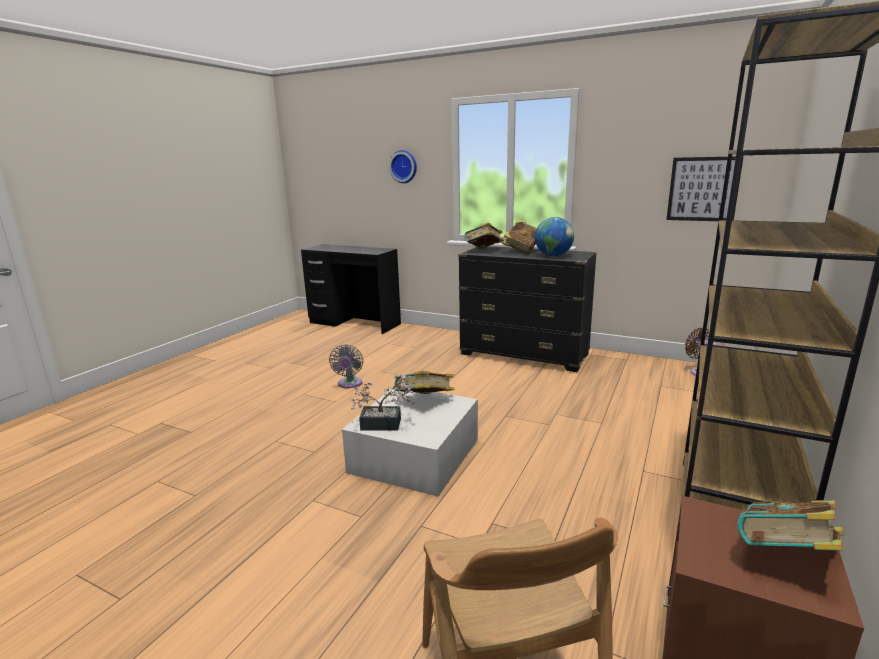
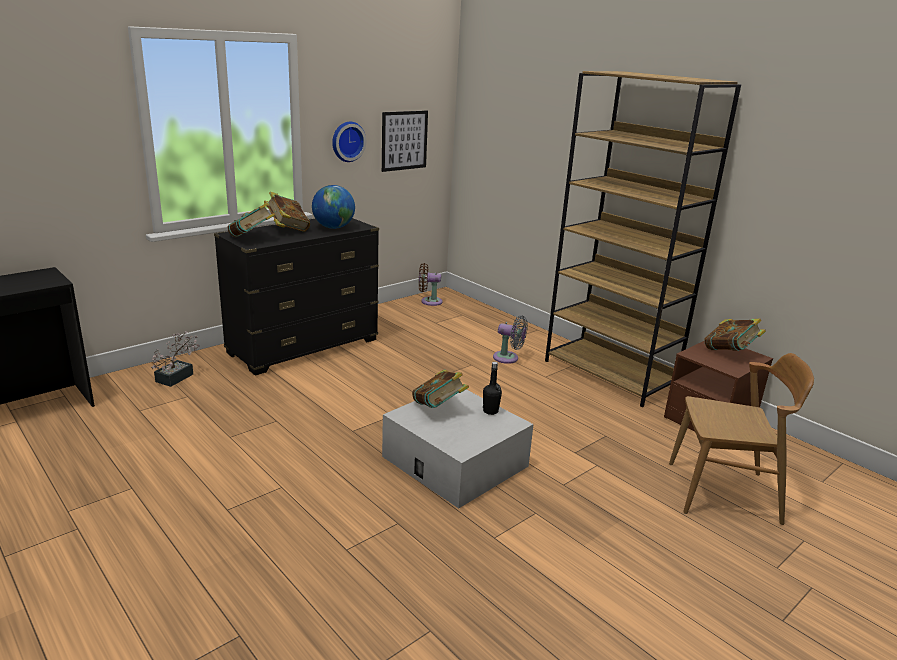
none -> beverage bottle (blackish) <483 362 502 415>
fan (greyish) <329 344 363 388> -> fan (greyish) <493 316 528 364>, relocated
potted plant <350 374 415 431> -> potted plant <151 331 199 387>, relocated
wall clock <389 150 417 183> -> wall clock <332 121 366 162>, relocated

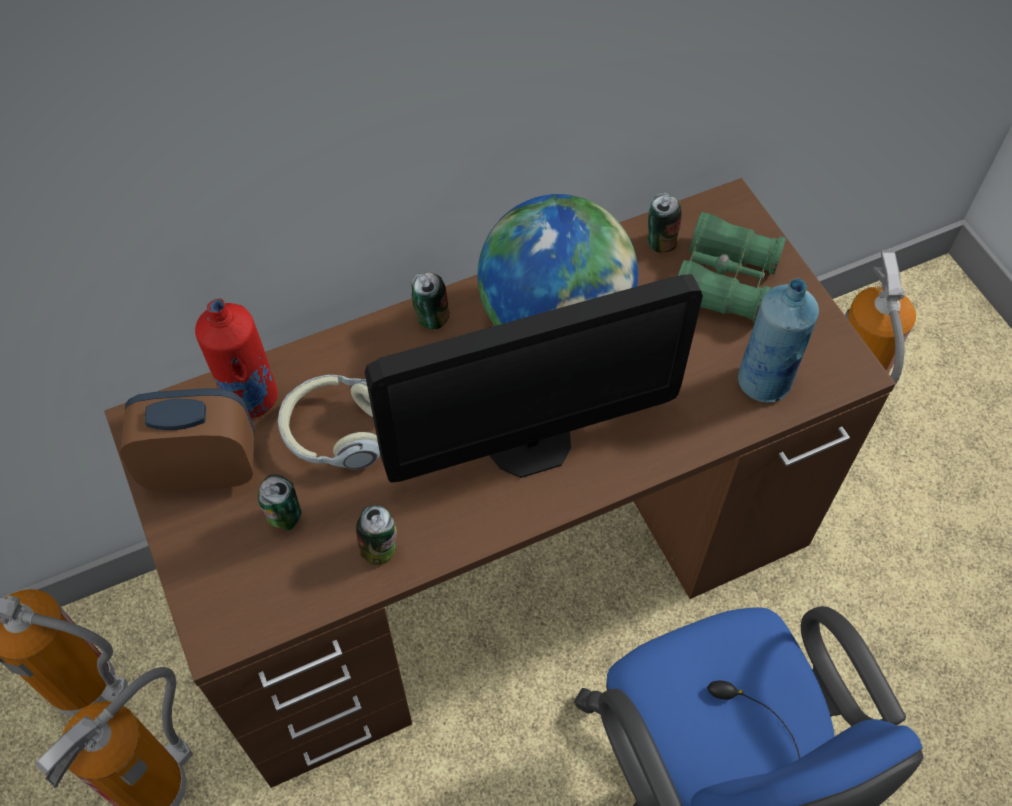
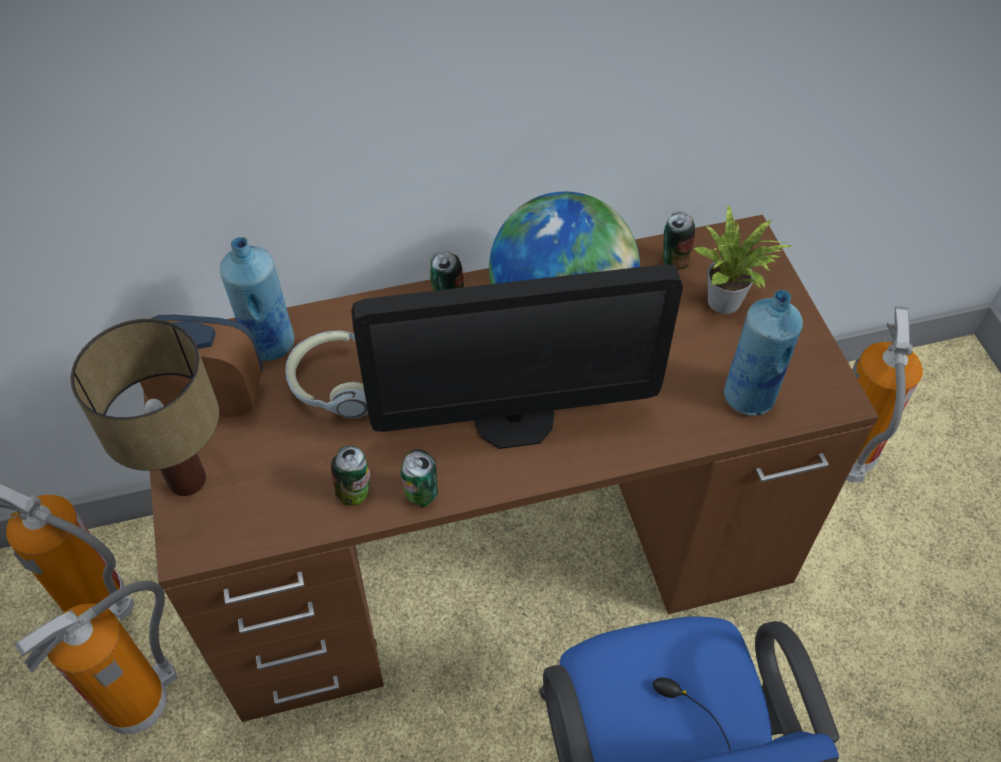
none -> tabletop lamp <71 319 219 496>
metal can <258 474 301 530> -> metal can <401 449 438 507>, relocated
field glasses (green) <678 212 786 324> -> potted plant <693 204 792 314>
beverage bottle (reddish) <195 298 278 418> -> beverage bottle (blue-coloured) <220 237 294 361>

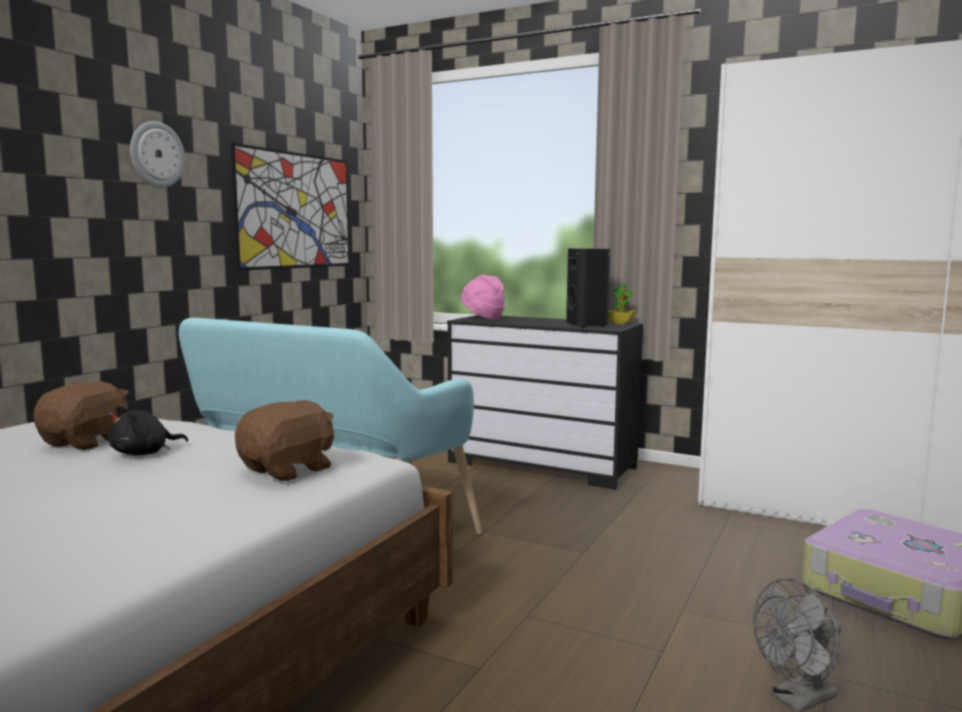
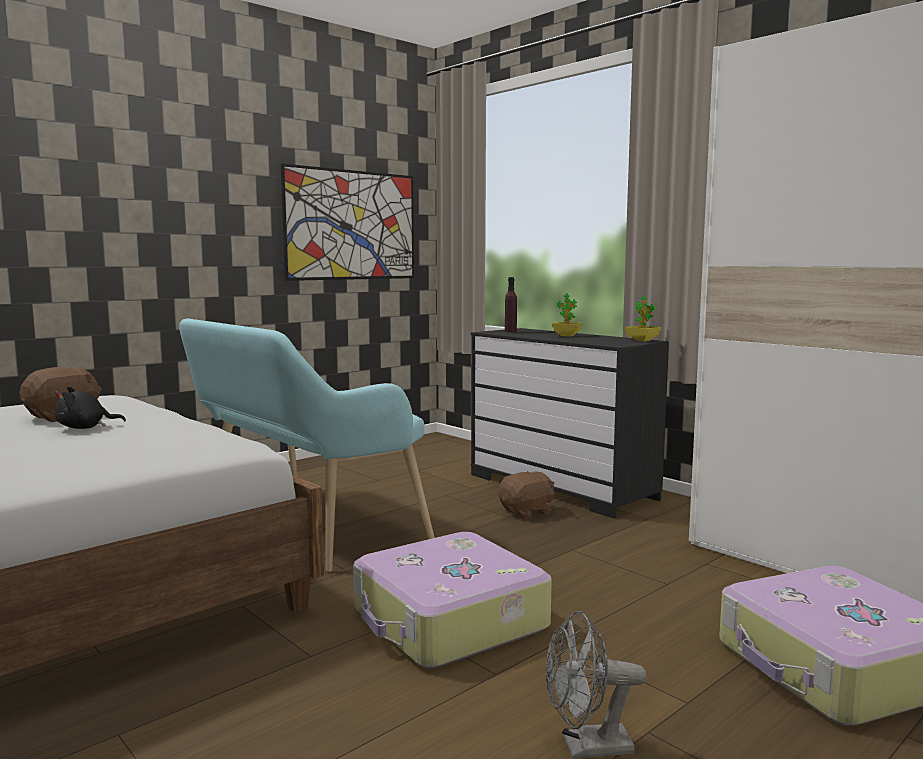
wall clock <130 121 185 188> -> none
speaker (blackish) <566 248 610 328> -> none
none -> travel case <353 532 552 668>
none -> potted plant <552 293 583 337>
soft toy (brown-coloured) <235 400 335 481> -> soft toy (brown-coloured) <499 471 555 519>, relocated
clothing hat (pink) <461 275 505 320> -> beverage bottle (purple) <505 277 517 332>

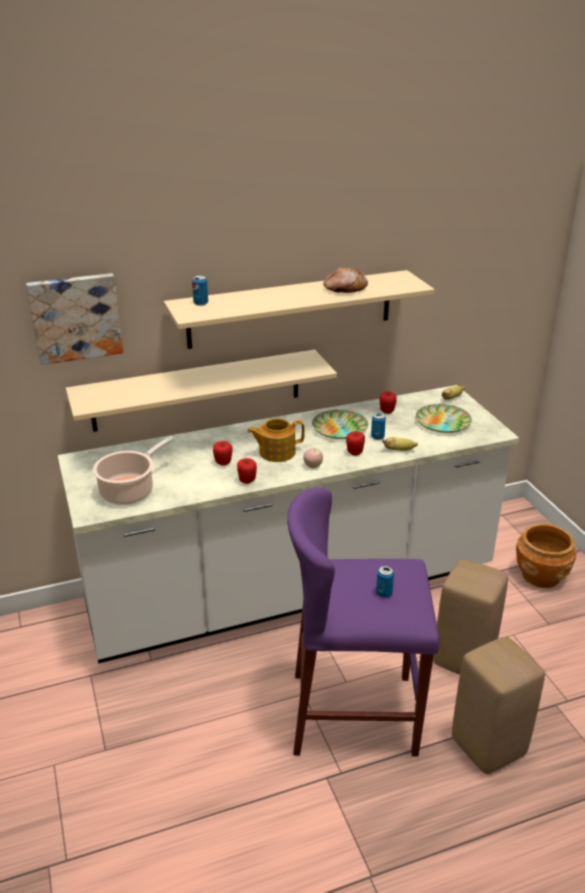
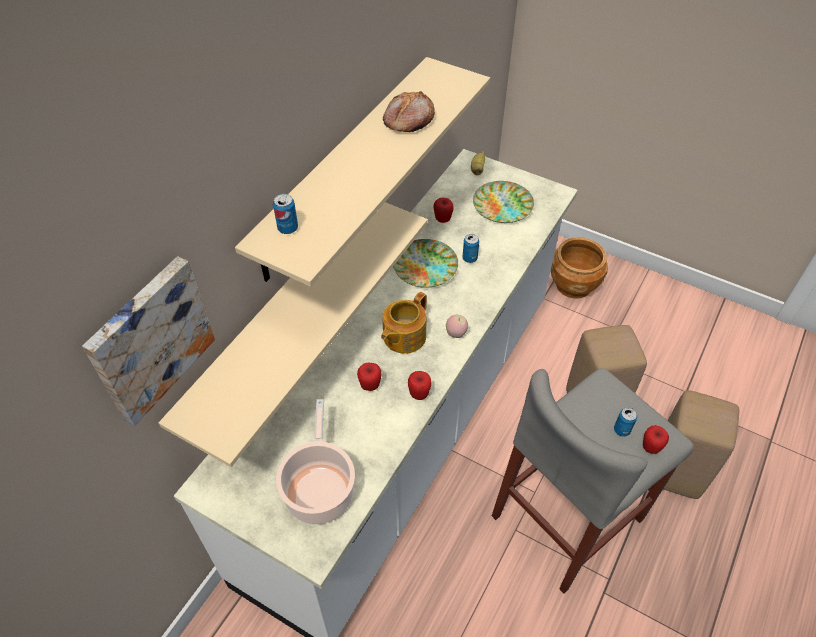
banana <382 437 418 451> -> none
apple <346 431 365 456> -> apple <643 425 669 454>, relocated
stool (purple) <287 487 440 757> -> stool (greyish) <492 368 694 593>

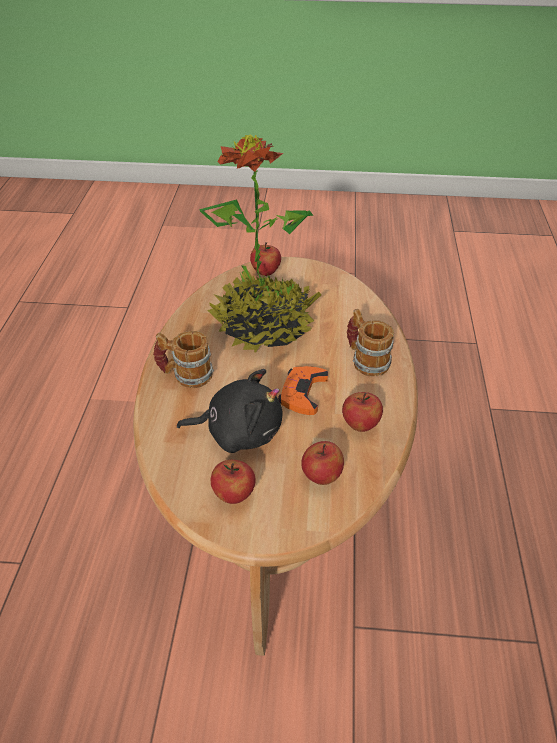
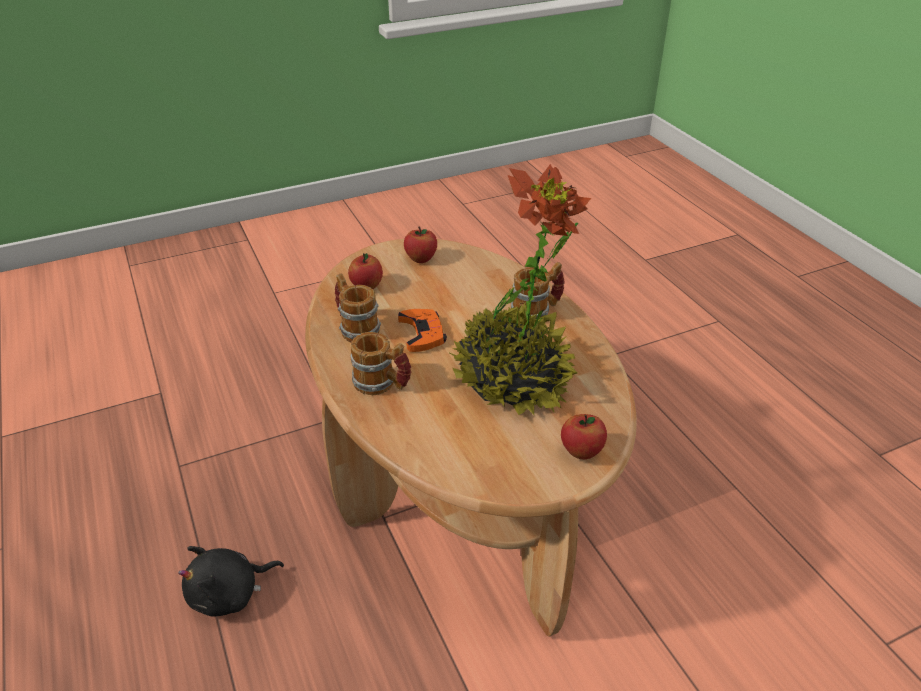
soft toy (blackish) <177 369 283 453> -> soft toy (blackish) <178 546 284 617>, relocated
apple <342 392 383 432> -> mug <335 273 381 342>

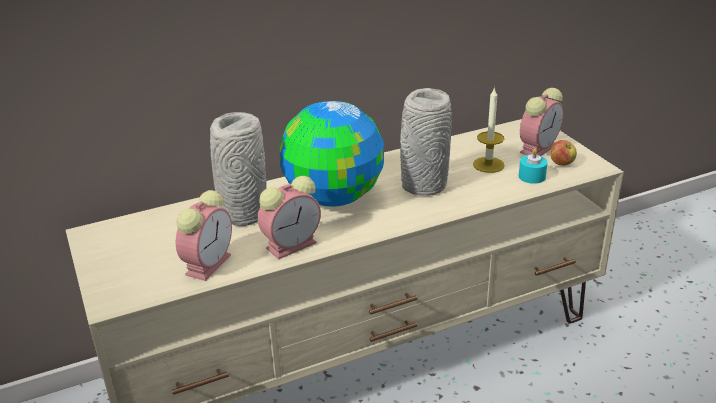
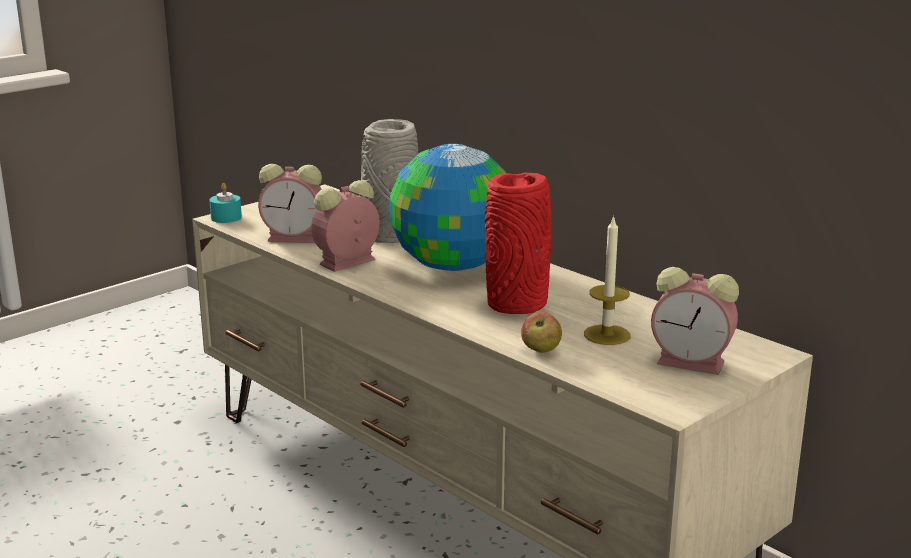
wax light (turquoise-coloured) <519 148 548 184> -> wax light (turquoise-coloured) <209 183 242 223>, relocated
apple <550 140 577 166> -> apple <521 312 562 353>, relocated
flower vase (greyish) <400 88 452 196> -> flower vase (reddish) <485 173 552 314>
alarm clock <258 176 321 260> -> alarm clock <311 180 380 272>, 105 degrees clockwise

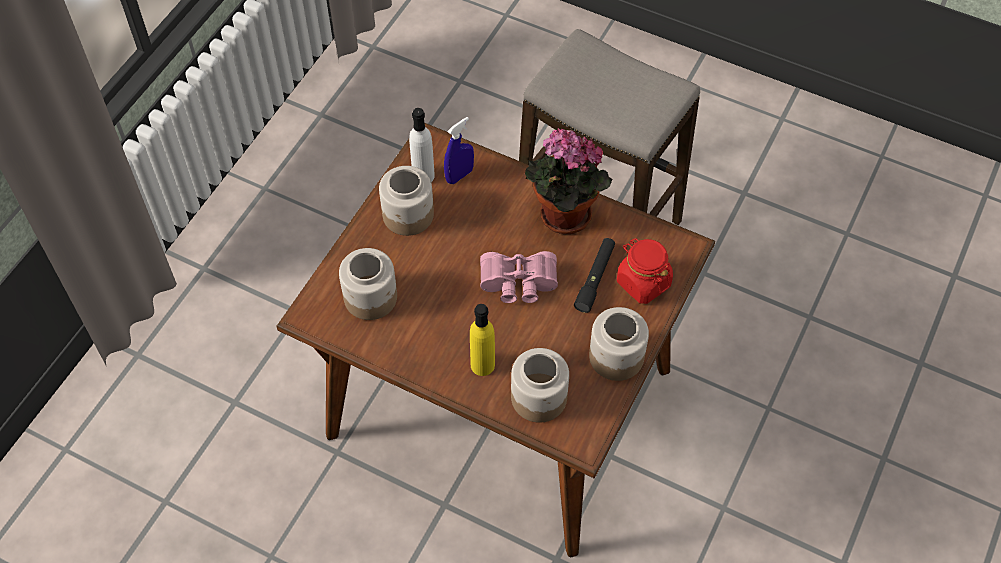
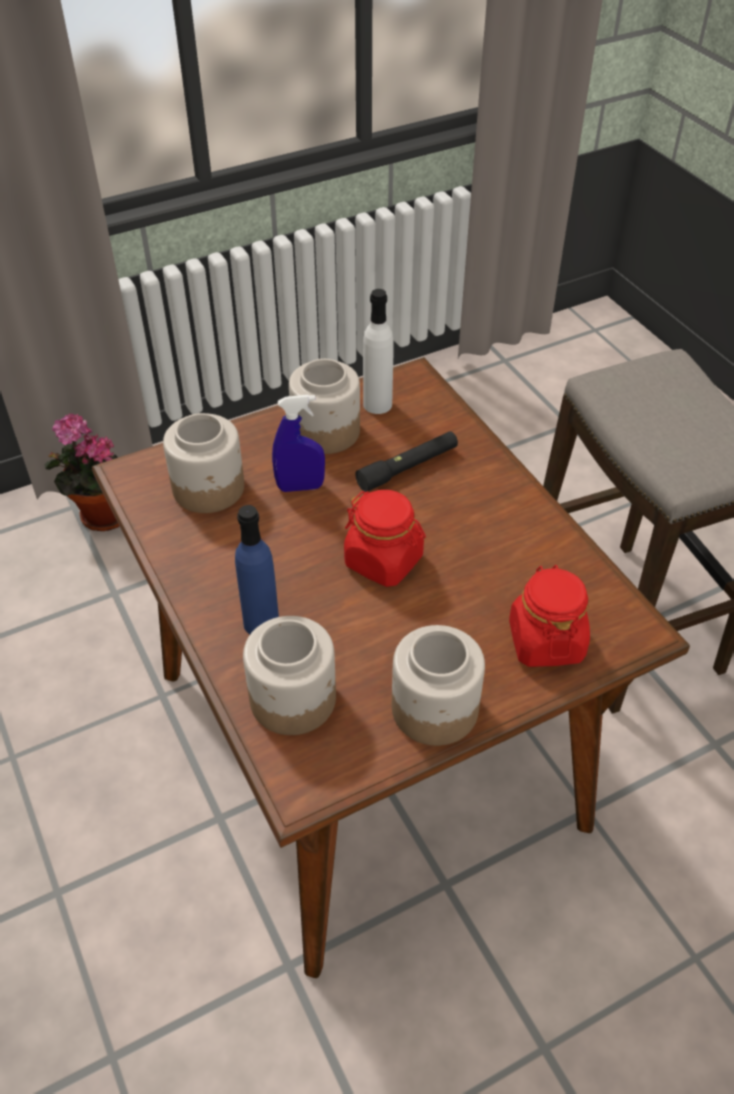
sprayer (blue-coloured) <444 117 474 184> -> sprayer (blue-coloured) <272 395 325 492>, relocated
potted plant <525 128 613 234> -> potted plant <44 413 119 531>, relocated
flashlight (blackish) <574 238 615 313> -> flashlight (blackish) <355 431 458 492>, relocated
field glasses (pink) <480 251 558 303> -> storage jar (reddish) <344 490 426 587>
beverage bottle (yellow-coloured) <470 304 495 376> -> beverage bottle (blue-coloured) <235 505 279 634>

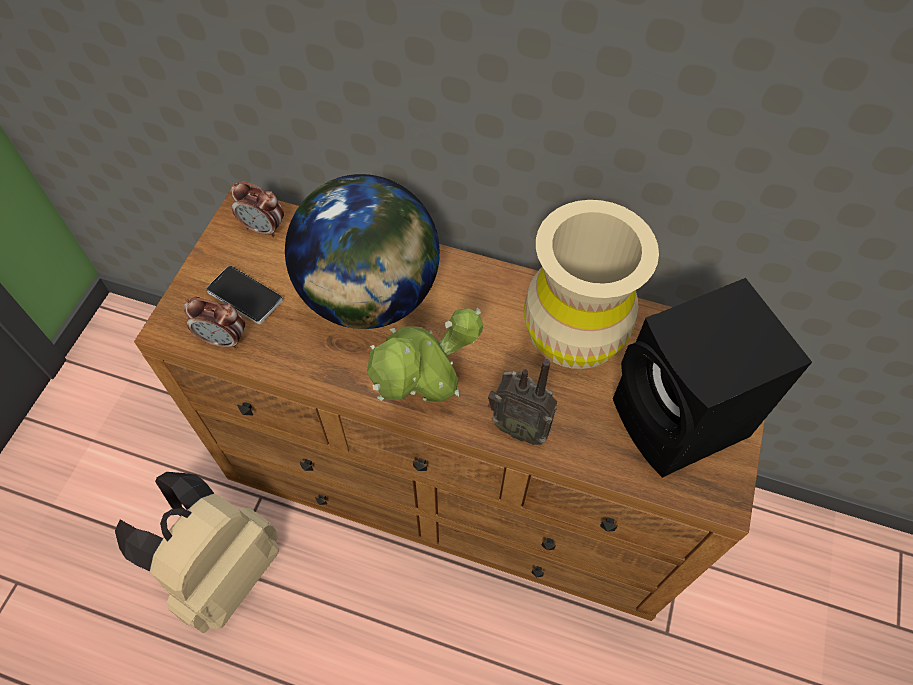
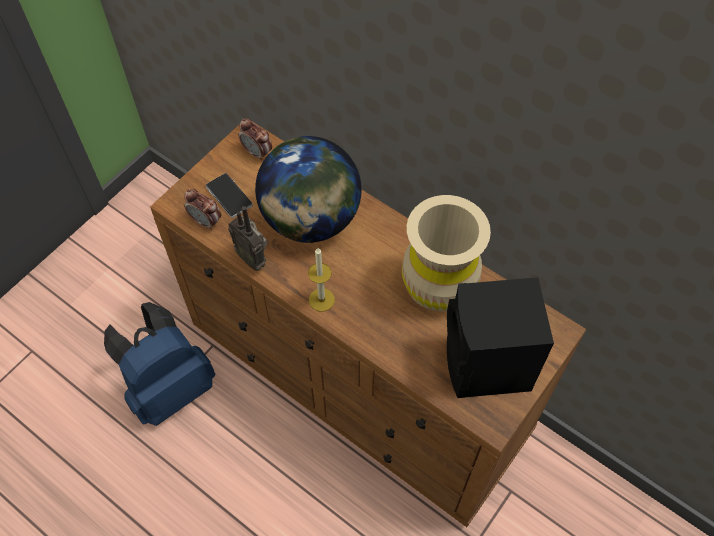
radio receiver <488 360 557 445> -> radio receiver <228 206 268 271>, relocated
potted plant <367 307 483 402> -> wax light <308 248 335 311>
knapsack (beige-coloured) <115 472 279 633> -> knapsack (blue-coloured) <104 302 215 426>

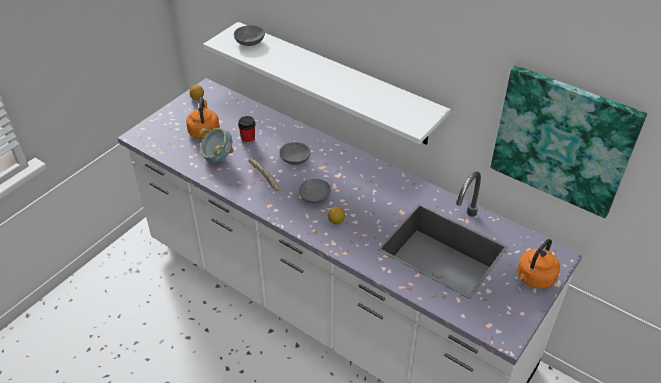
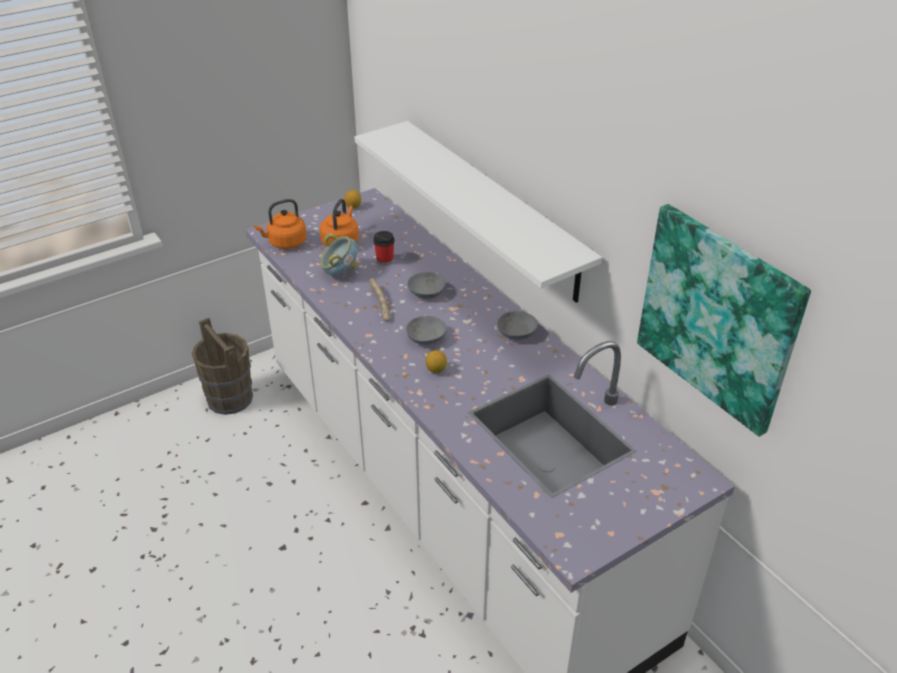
none -> bucket (brown-coloured) <192 318 253 415>
bowl (greyish) <234 25 265 46> -> bowl (greyish) <497 311 538 340>, relocated
water kettle (orange-coloured) <517 239 560 289> -> water kettle (orange-coloured) <254 199 307 249>, relocated

